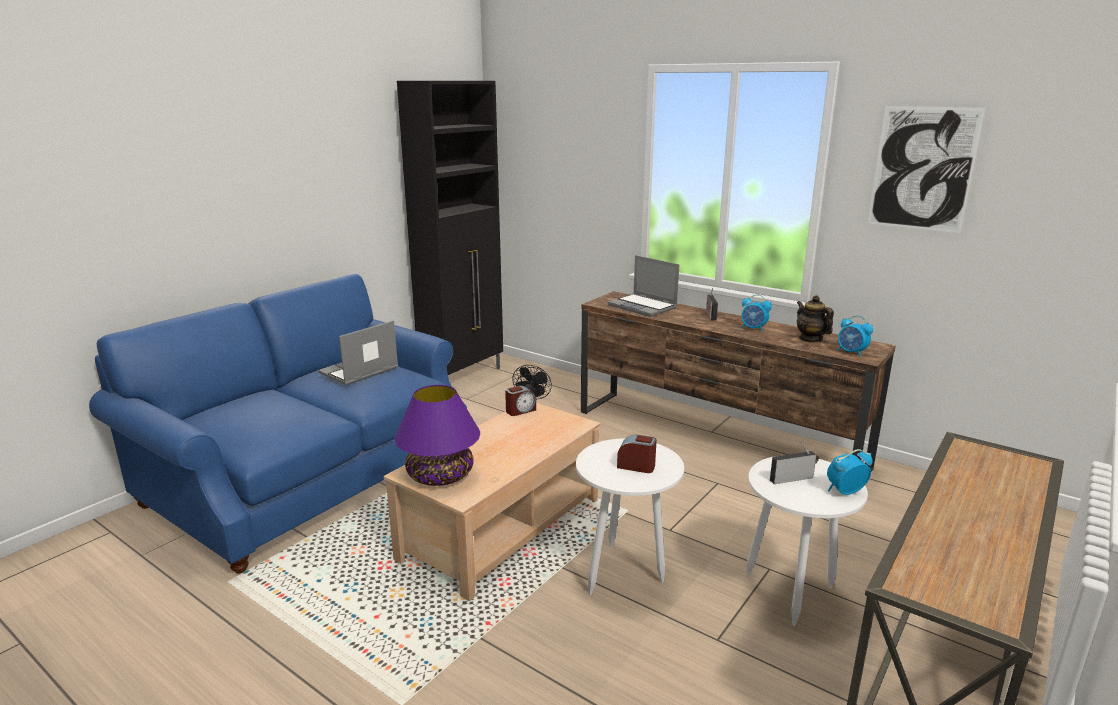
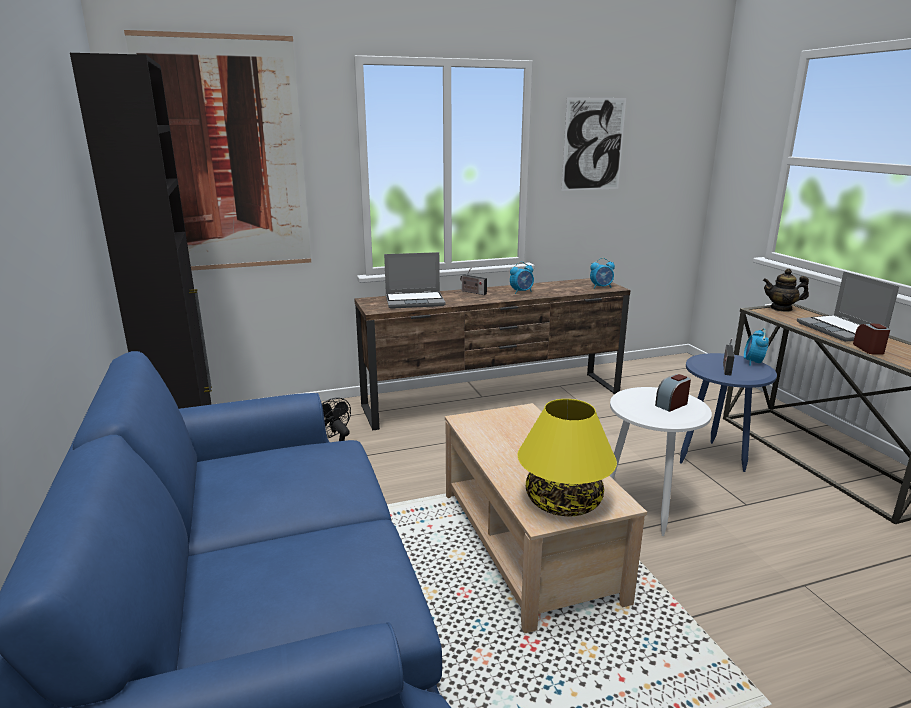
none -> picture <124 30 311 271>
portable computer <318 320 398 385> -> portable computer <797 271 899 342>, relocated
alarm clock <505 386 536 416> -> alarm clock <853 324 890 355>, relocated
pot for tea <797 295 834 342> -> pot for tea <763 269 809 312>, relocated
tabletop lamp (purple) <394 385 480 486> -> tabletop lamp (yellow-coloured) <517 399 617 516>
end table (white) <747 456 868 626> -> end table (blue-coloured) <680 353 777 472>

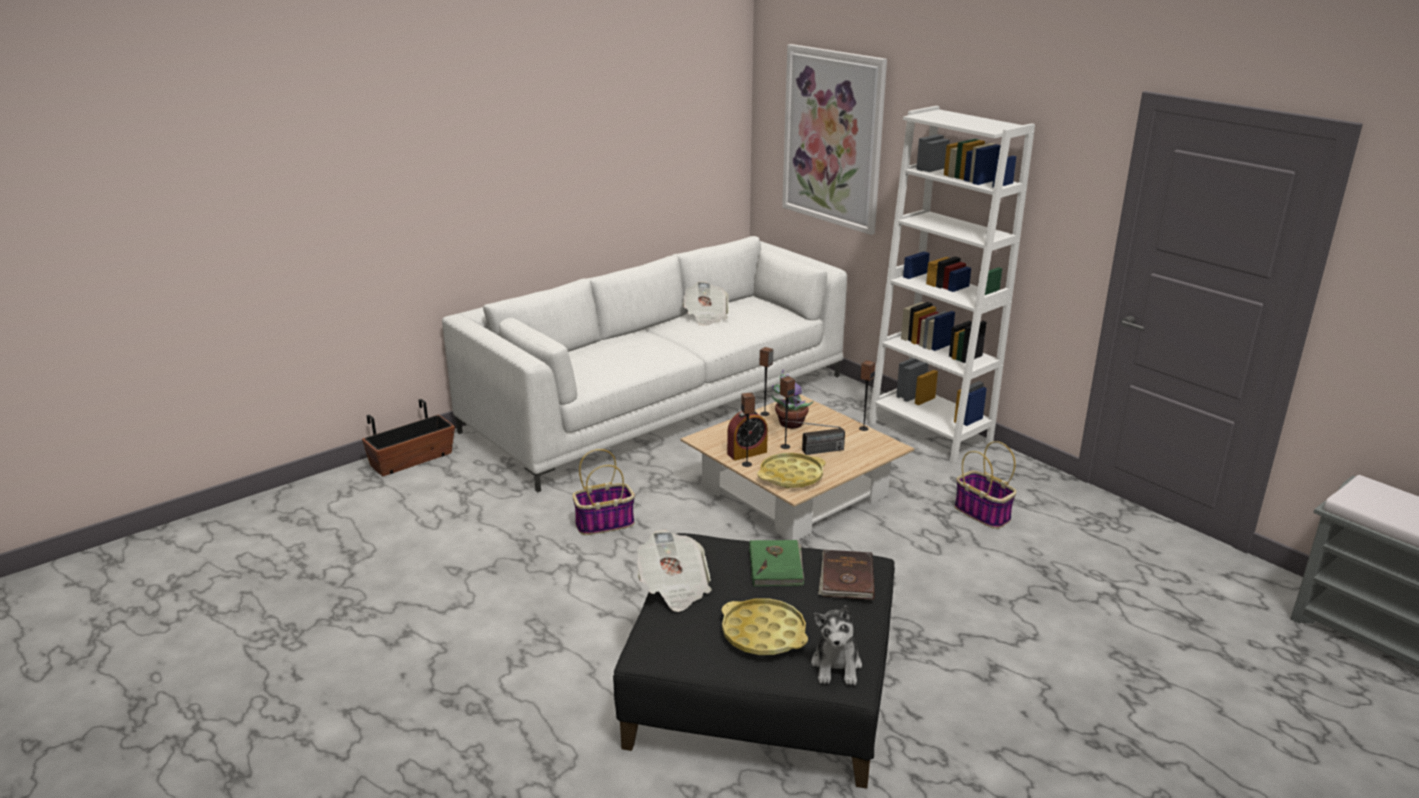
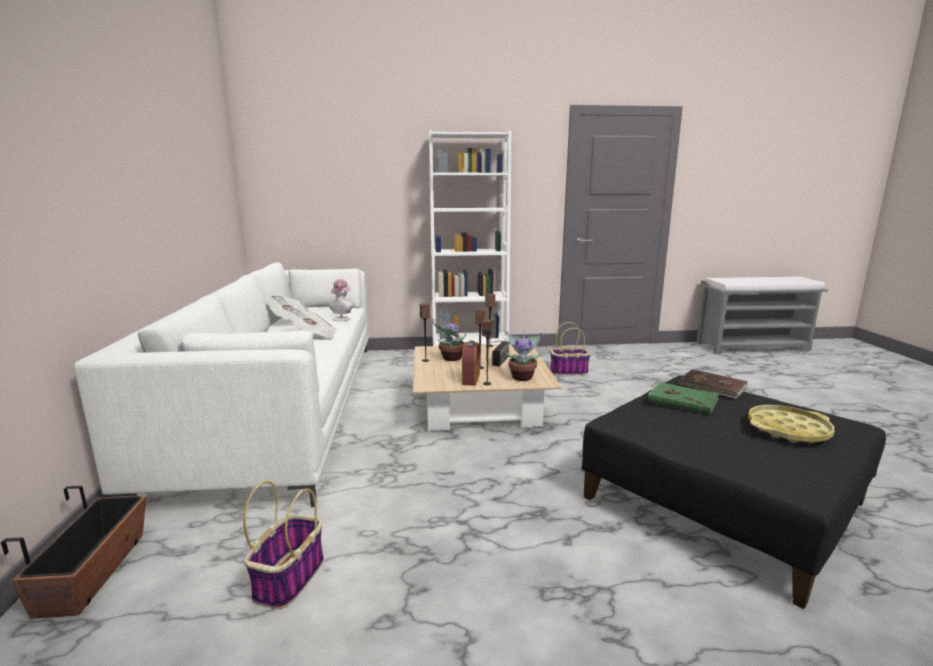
picture <782 44 887 235> -> none
soft toy <811 605 862 685> -> none
none -> clothing hat <329 279 353 321>
storage basket <572 449 635 535> -> storage basket <243 481 324 609>, relocated
printed paper <637 530 712 612> -> printed paper <288 308 336 339>, relocated
serving tray (yellow-coloured) <758 453 825 489> -> potted plant <504 331 542 381>

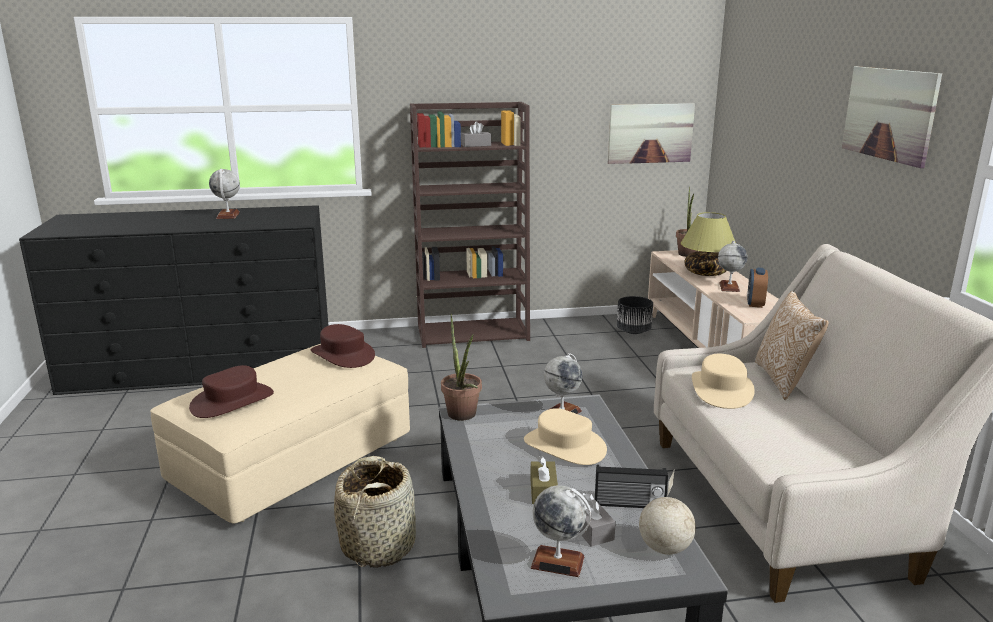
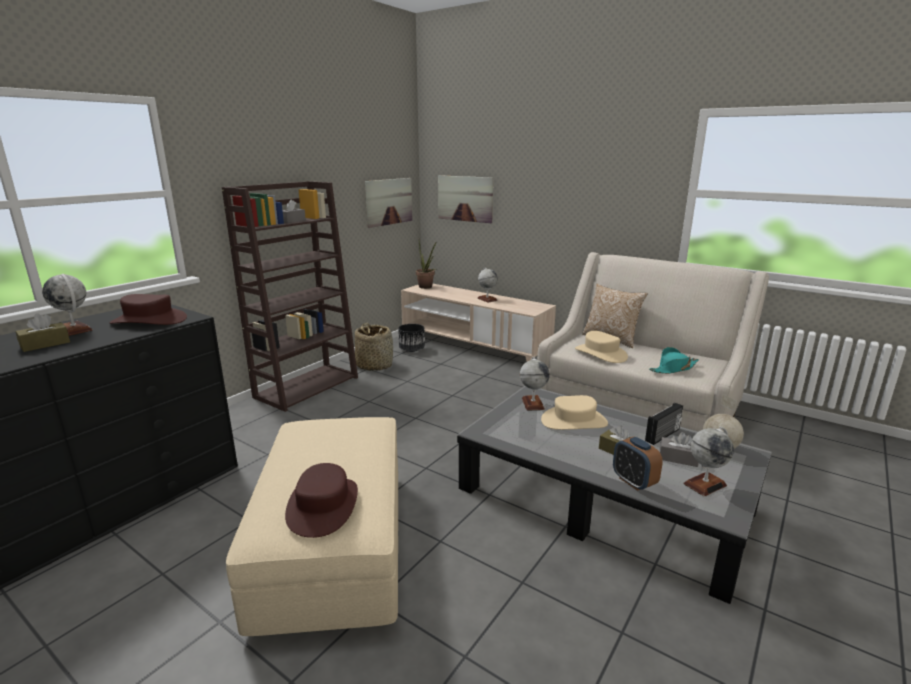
potted plant <441 314 482 421> -> none
tabletop lamp <681 212 736 276> -> none
none -> tissue holder (brown-coloured) <15 313 70 352>
none -> clothing hat (turquoise-coloured) <649 347 699 374>
clothing hat (brown-coloured) <310 324 375 368> -> clothing hat (brown-coloured) <109 294 187 325>, relocated
storage basket <334 456 416 568> -> storage basket <355 323 393 371>, relocated
alarm clock <747 268 768 308> -> alarm clock <613 437 663 491>, relocated
picture <842 66 942 168> -> picture <438 175 493 223>, relocated

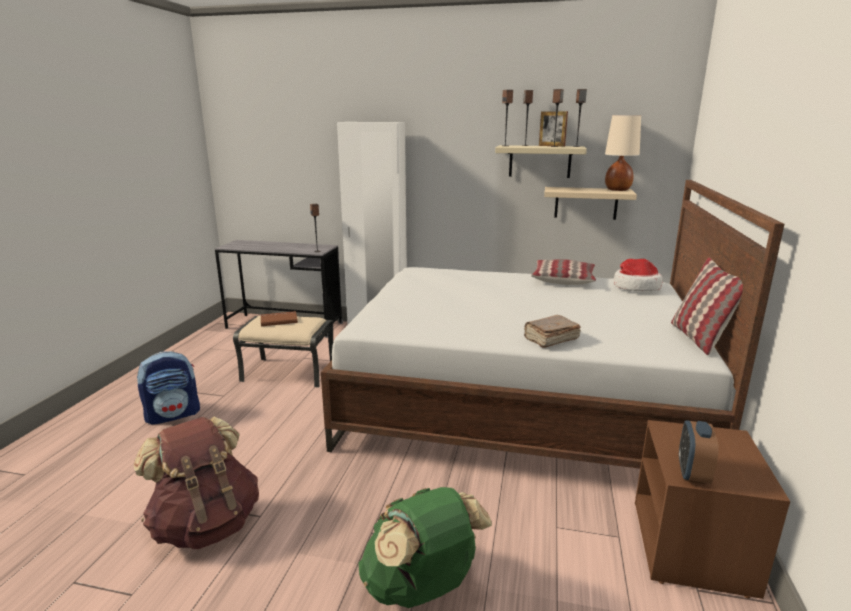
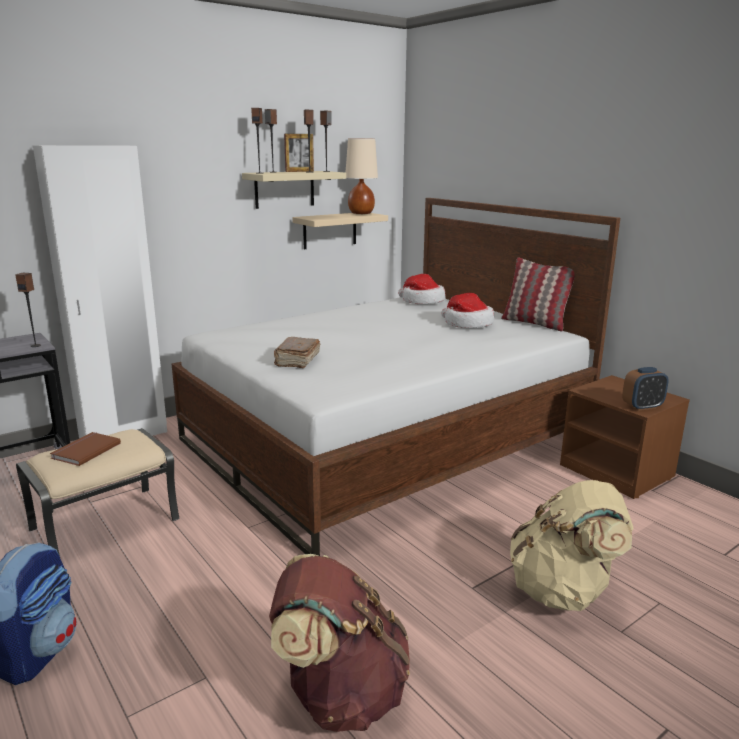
throw pillow <531 259 596 285> -> none
none -> clothing hat <441 293 494 328>
volume (brown-coloured) <524 315 581 348> -> volume (brown-coloured) <274 337 320 368>, relocated
knapsack (green) <359 487 492 608> -> knapsack (beige-coloured) <510 480 633 611>
alarm clock <679 420 719 485> -> alarm clock <622 367 669 411>, 75 degrees counterclockwise

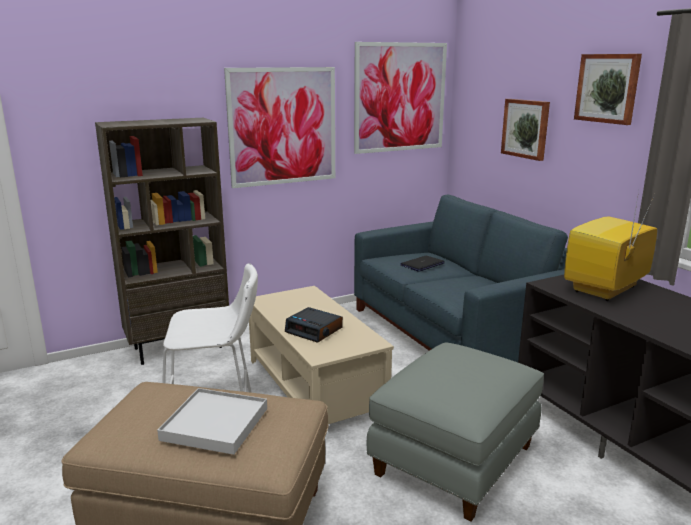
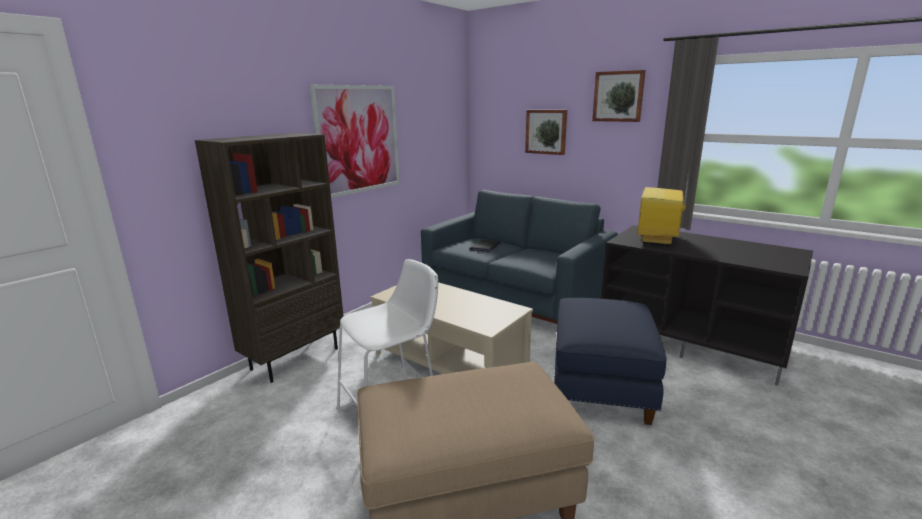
serving tray (white) <157 388 267 455> -> none
alarm clock <285 307 343 343> -> none
picture <354 42 447 154> -> none
footrest (greyish) <367 342 544 521> -> footrest (blue-coloured) <554 298 667 425>

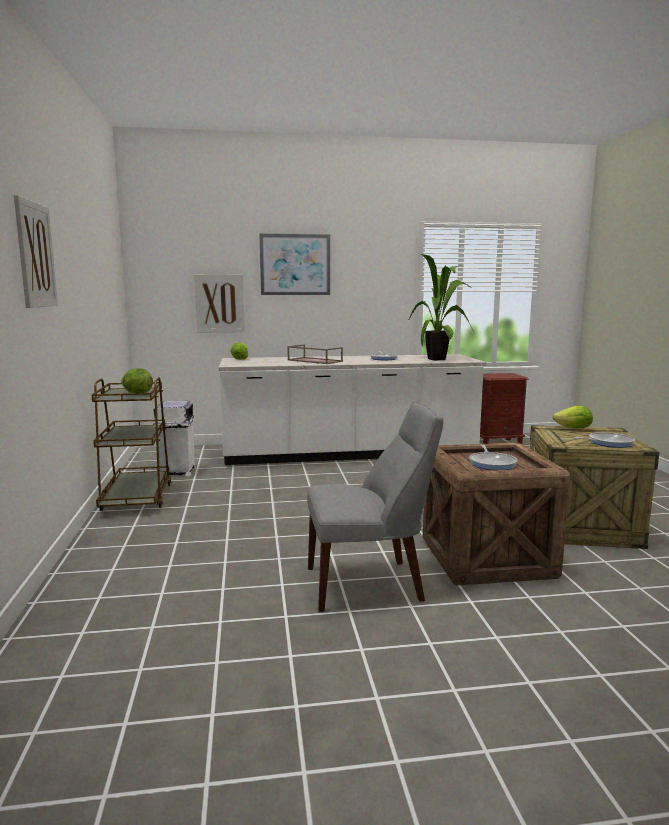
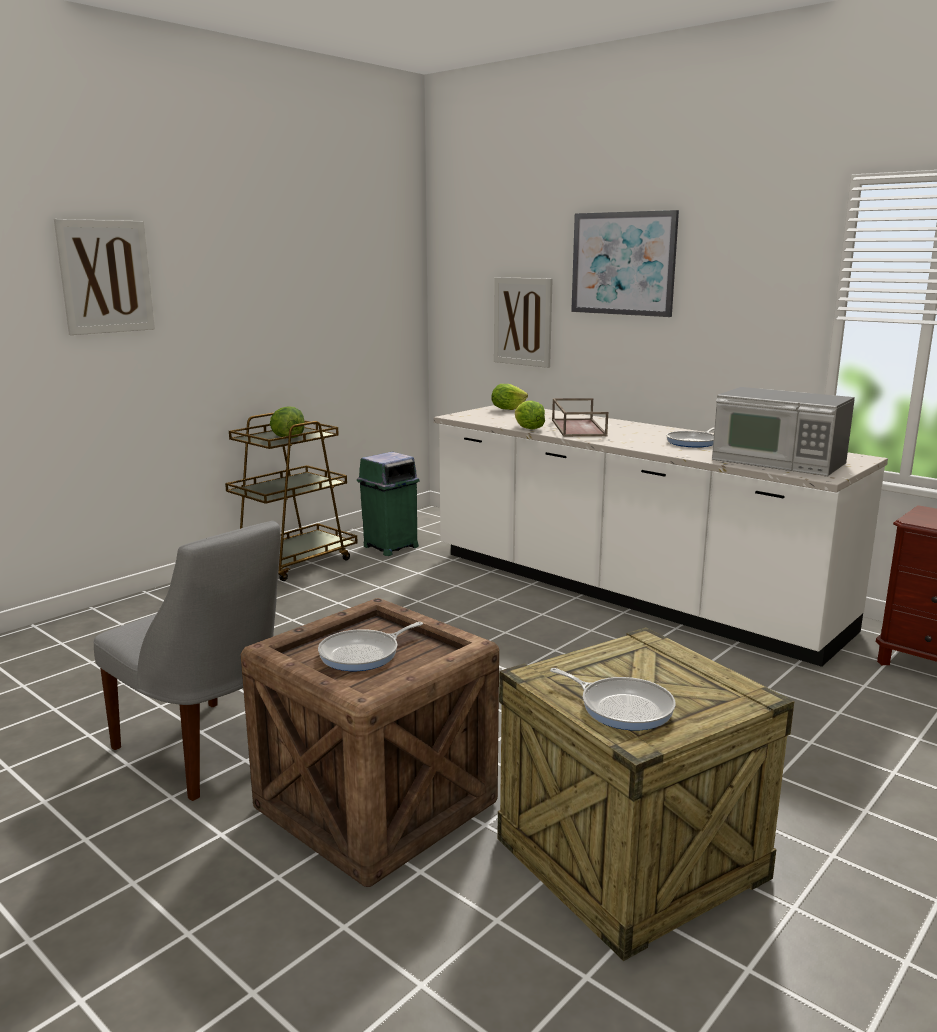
head of lettuce <552 406 593 429> -> head of lettuce <515 400 545 429>, relocated
potted plant <408 254 474 361> -> microwave oven <712 387 855 476>
trash can (white) <153 401 196 477> -> trash can (green) <357 451 420 556>

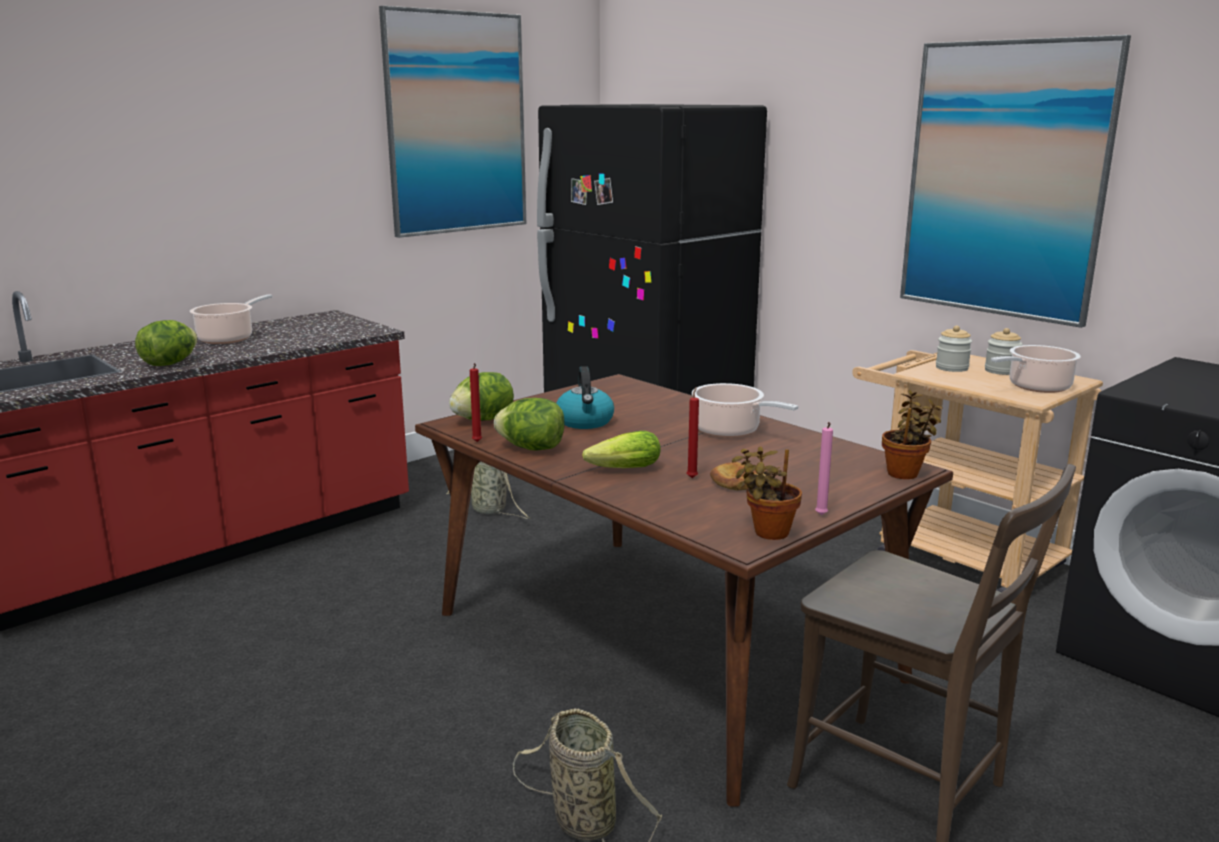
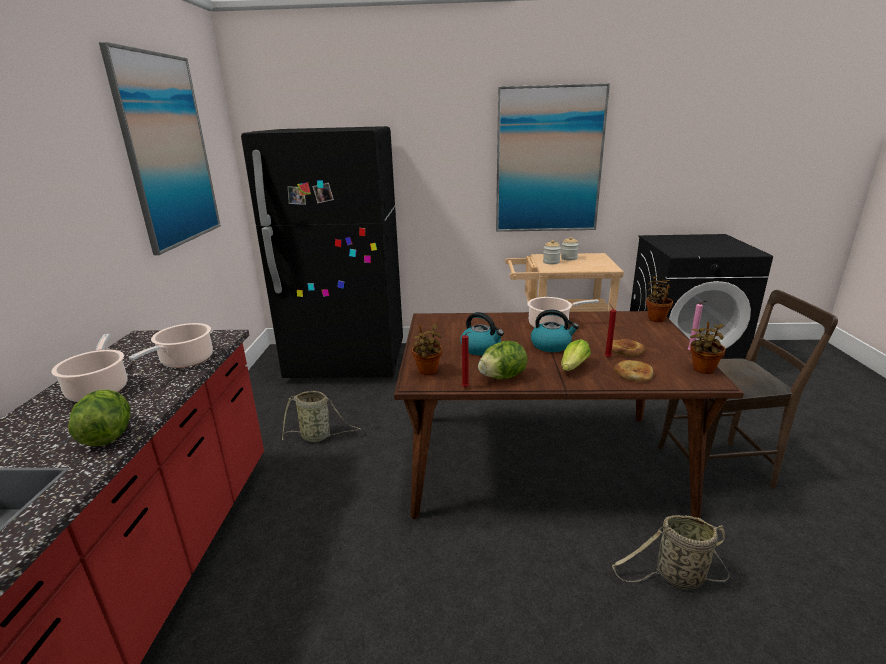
none -> water kettle <531 310 579 352>
none -> baked bread <614 360 653 382>
saucepot <991 345 1081 393> -> saucepot <129 323 213 368>, relocated
head of lettuce <449 372 514 421> -> potted plant <411 324 442 375>

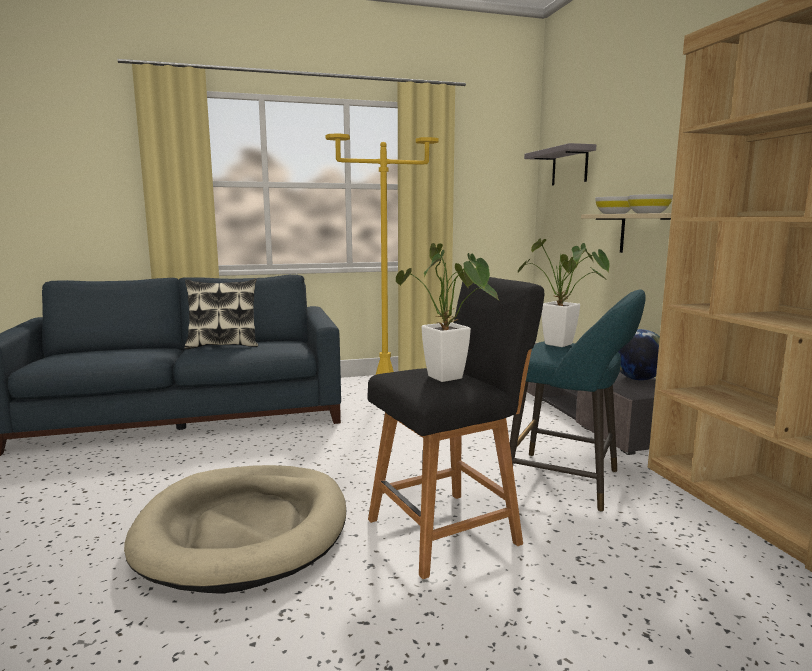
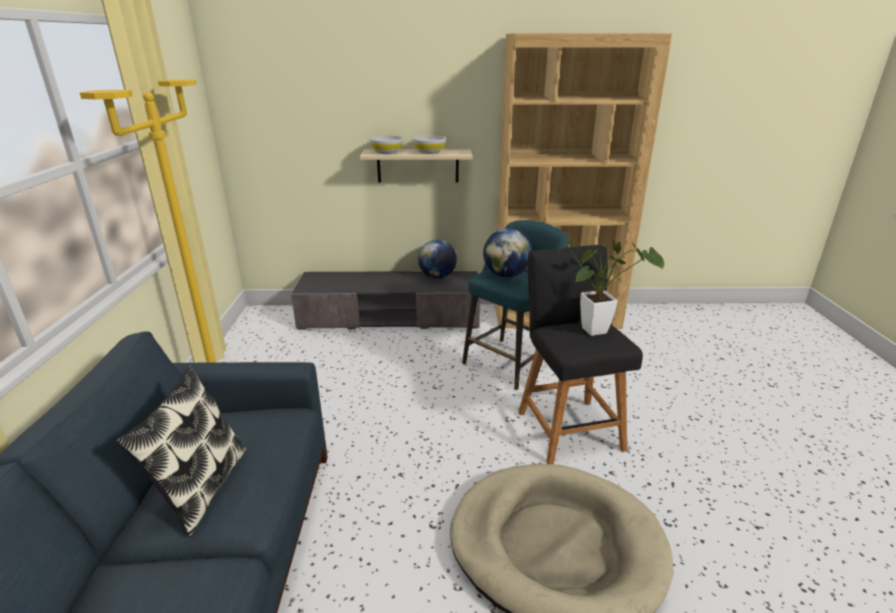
wall shelf (greyish) <524 143 596 185> -> none
potted plant <517 239 610 347> -> desk globe <483 228 532 277>

